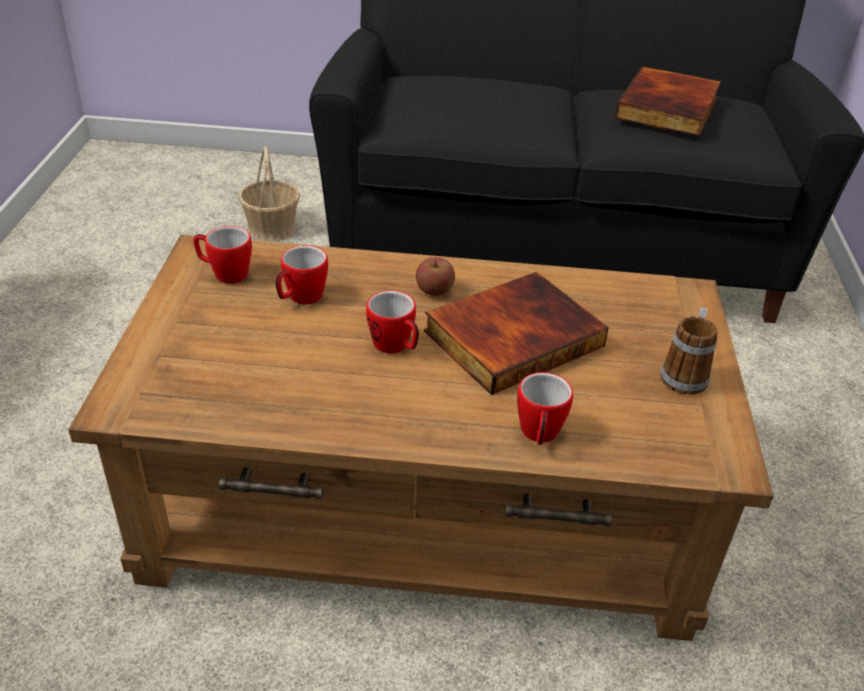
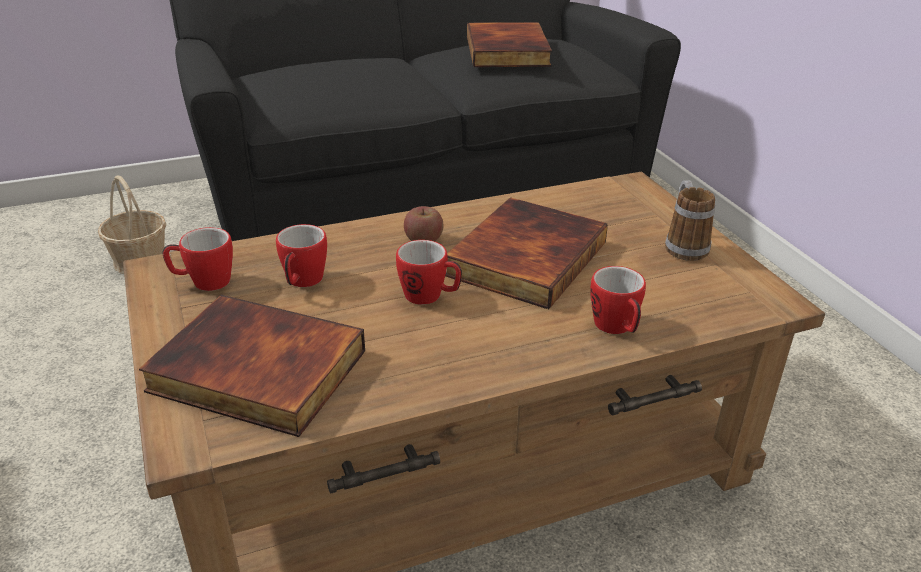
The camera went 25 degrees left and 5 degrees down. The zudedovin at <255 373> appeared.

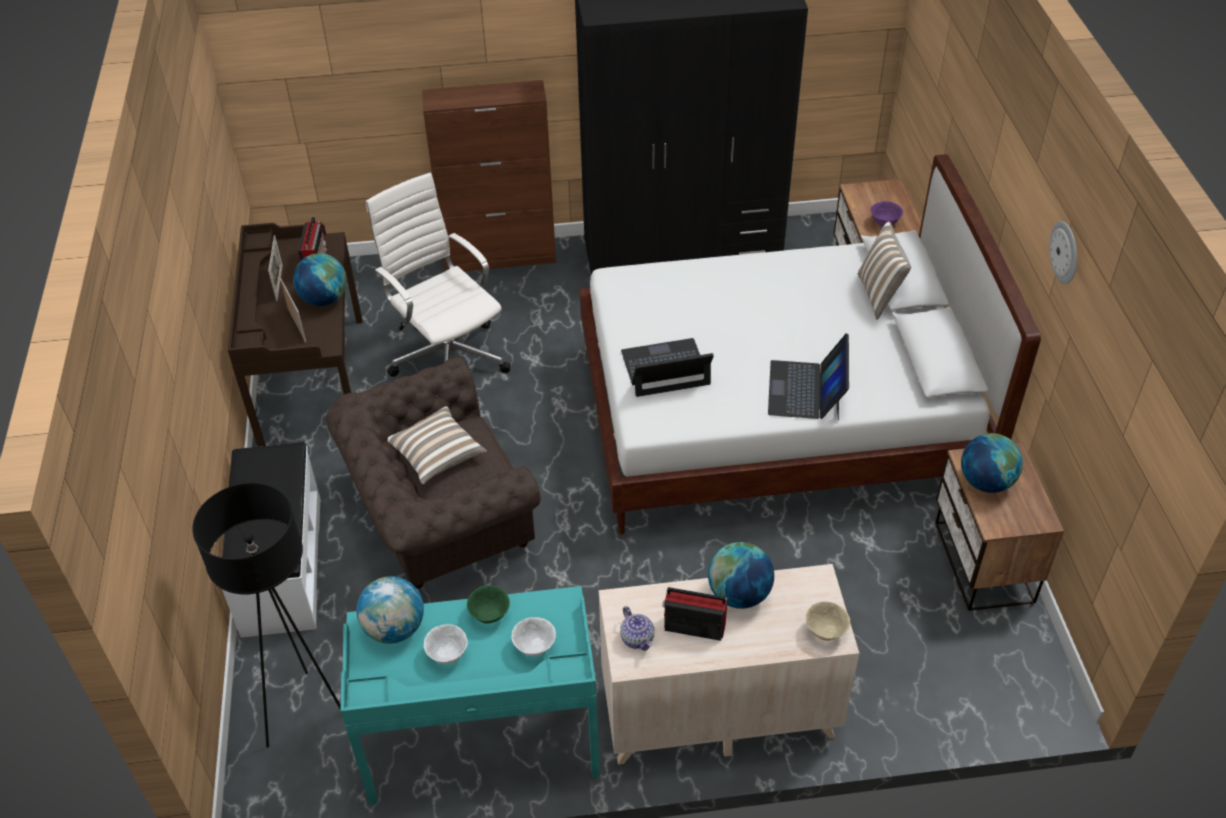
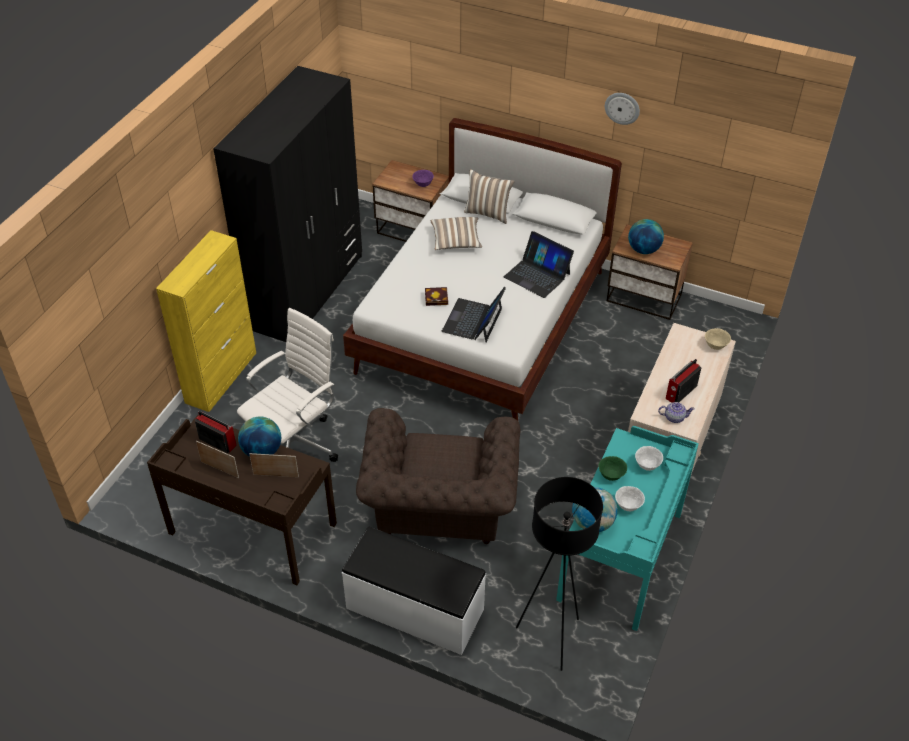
The camera went 60 degrees left and 0 degrees up. The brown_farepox at <500 256> became the yellow_farepox at <221 377>. The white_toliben at <448 357> turned 135 degrees clockwise. The zudedovin at <437 298> appeared. The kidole moved from <437 455> to <456 241>. The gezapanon at <739 594> disappeared.

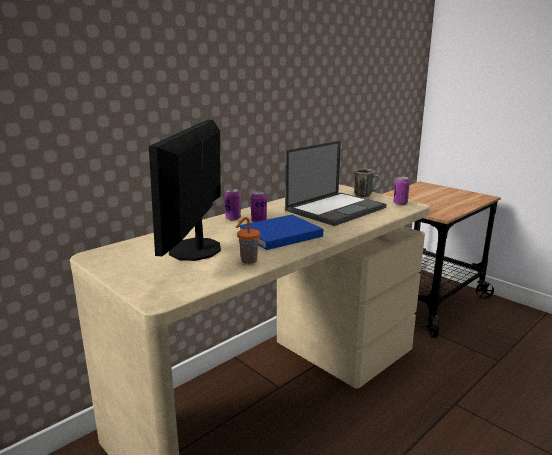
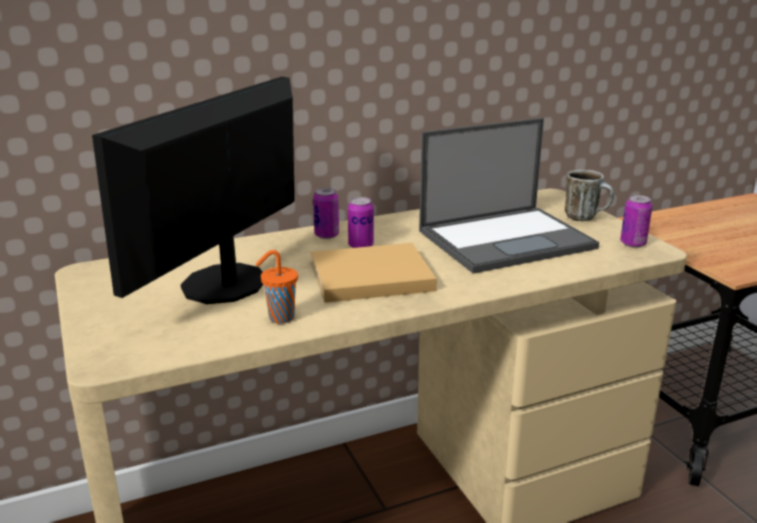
The camera went 20 degrees right and 5 degrees up. The blue_zudedovin at <278 235> became the beige_zudedovin at <367 277>.

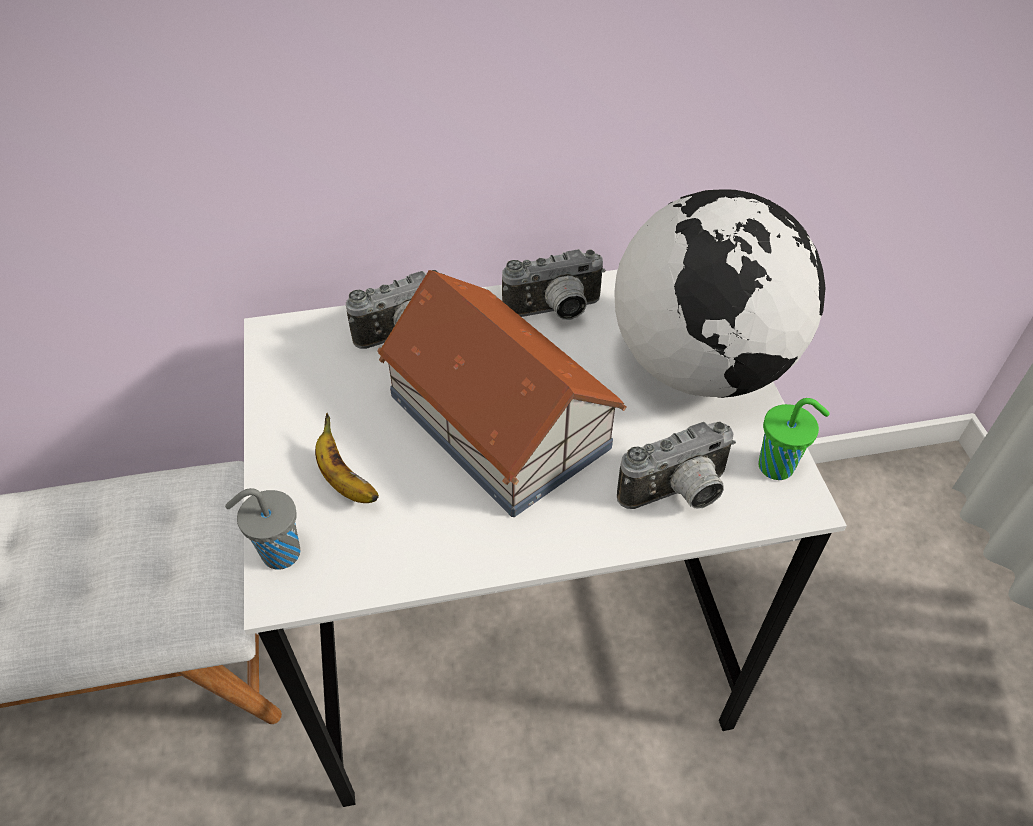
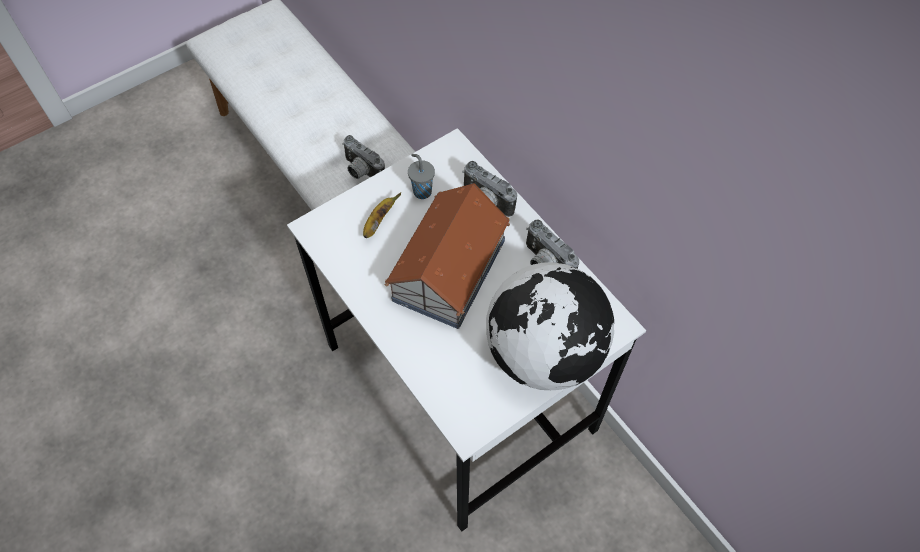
The camera went 65 degrees right and 10 degrees up. The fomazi moved from <678 494> to <361 171>. The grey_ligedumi moved from <278 554> to <421 191>. The green_ligedumi at <778 467> disappeared.

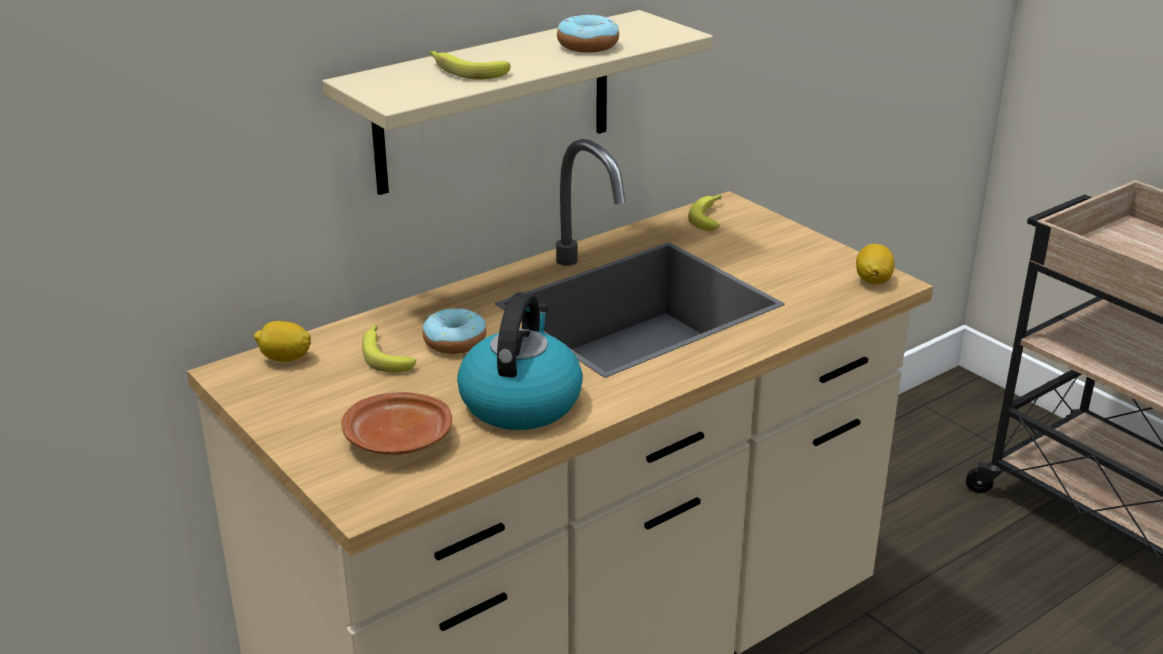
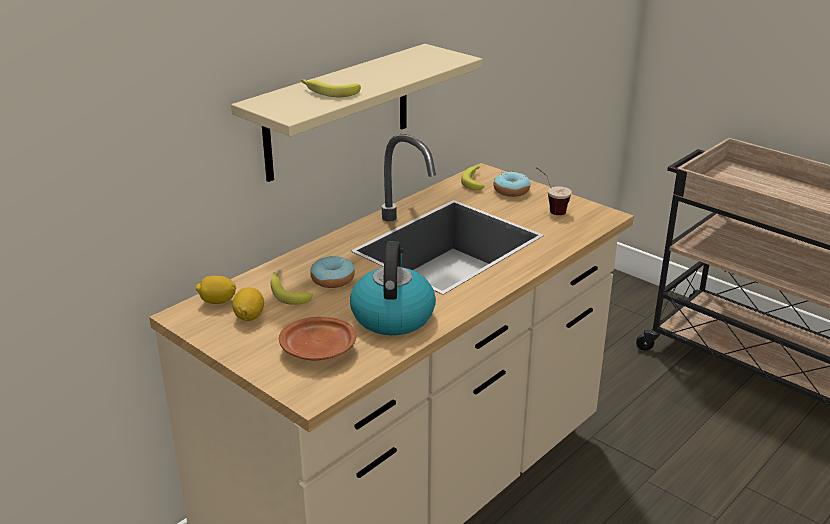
The camera went 10 degrees left and 0 degrees up. The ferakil moved from <873 280> to <249 316>. The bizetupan moved from <588 46> to <511 191>. The ligedumi at <550 209> appeared.

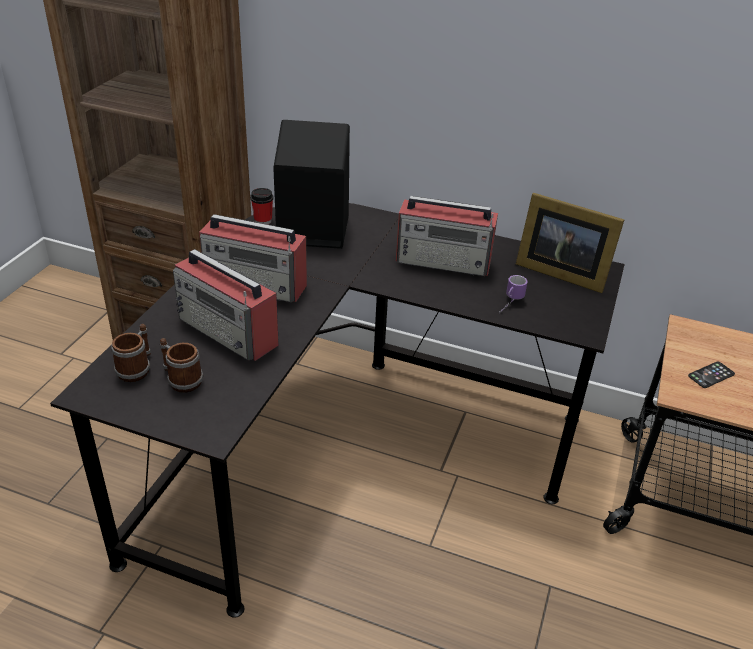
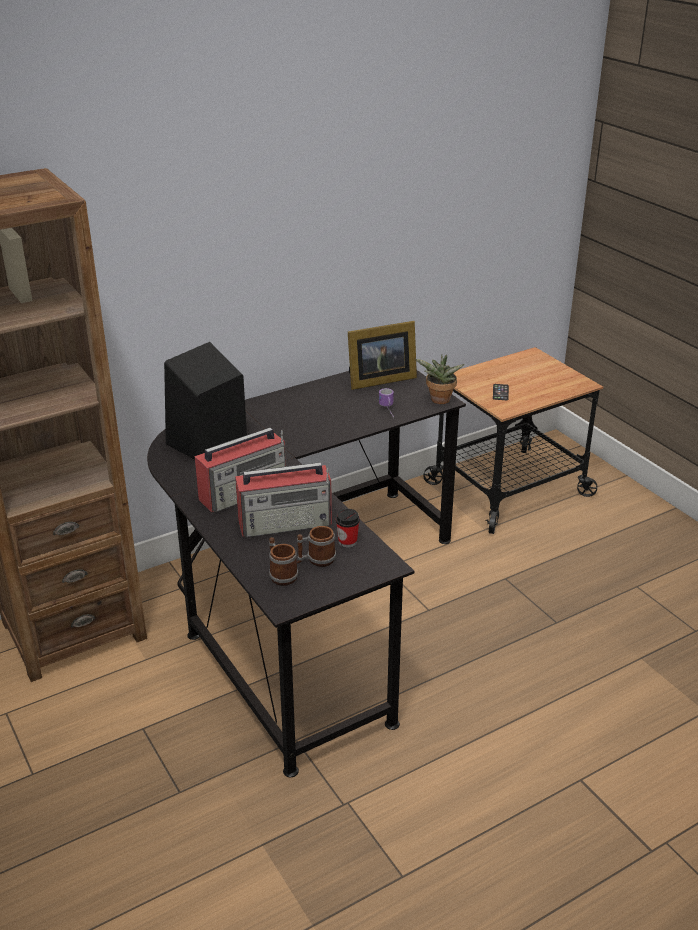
The camera went 50 degrees left and 5 degrees down. The ligedumi moved from <263 220> to <347 542>. The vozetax at <439 401> appeared. The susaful at <444 261> disappeared.

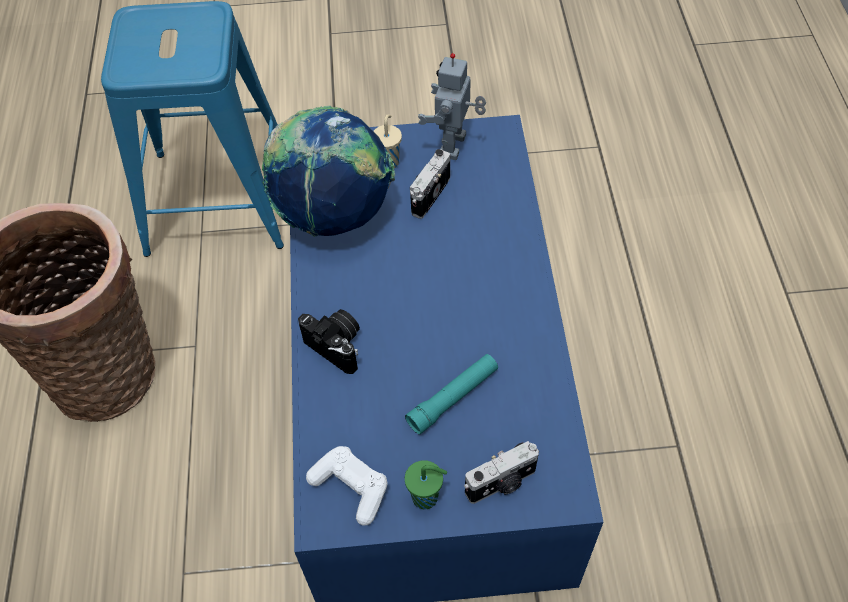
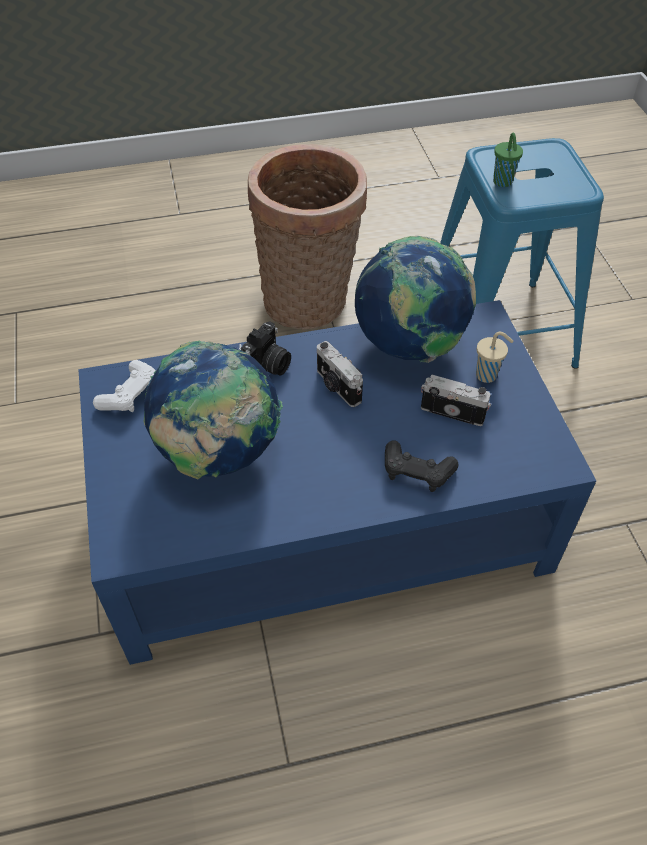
The camera went 80 degrees right and 5 degrees down. The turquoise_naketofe at <453 397> was replaced by the gezapanon at <218 454>. The fomazi moved from <502 483> to <337 387>. The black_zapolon at <417 472> appeared. The green_ligedumi moved from <427 497> to <503 182>. The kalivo at <454 146> disappeared.

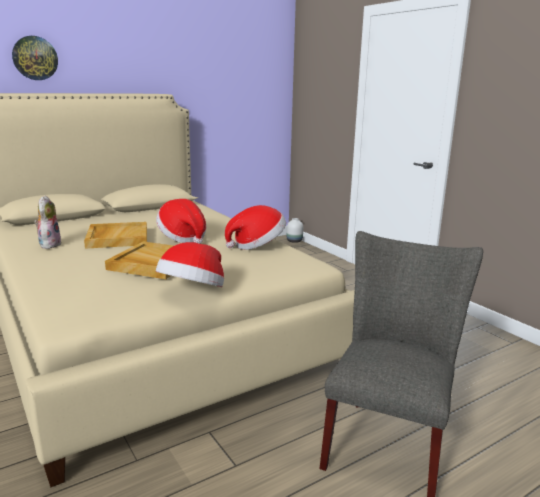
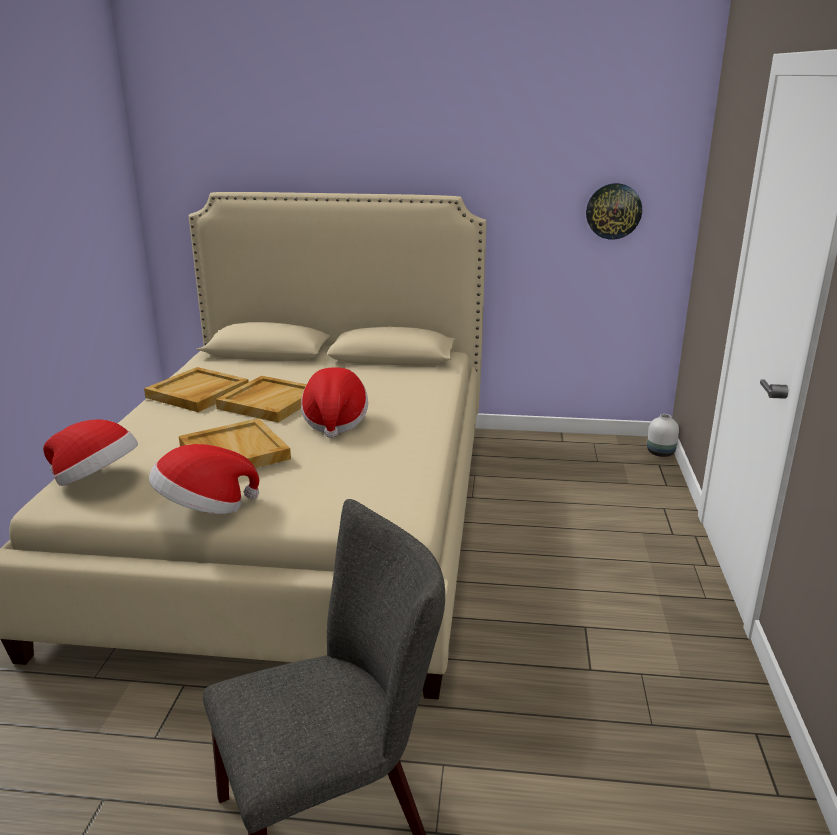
The camera went 40 degrees right and 5 degrees up. The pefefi moved from <257 245> to <97 480>. The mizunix at <49 244> was replaced by the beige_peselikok at <198 393>. The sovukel moved from <35 58> to <613 211>.

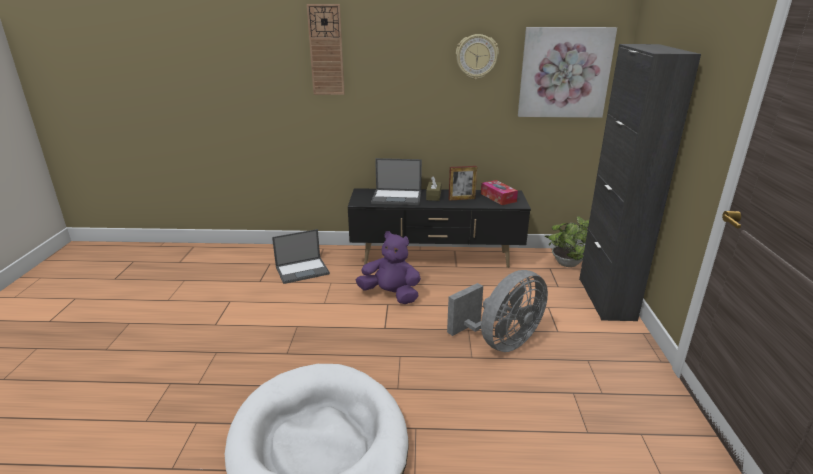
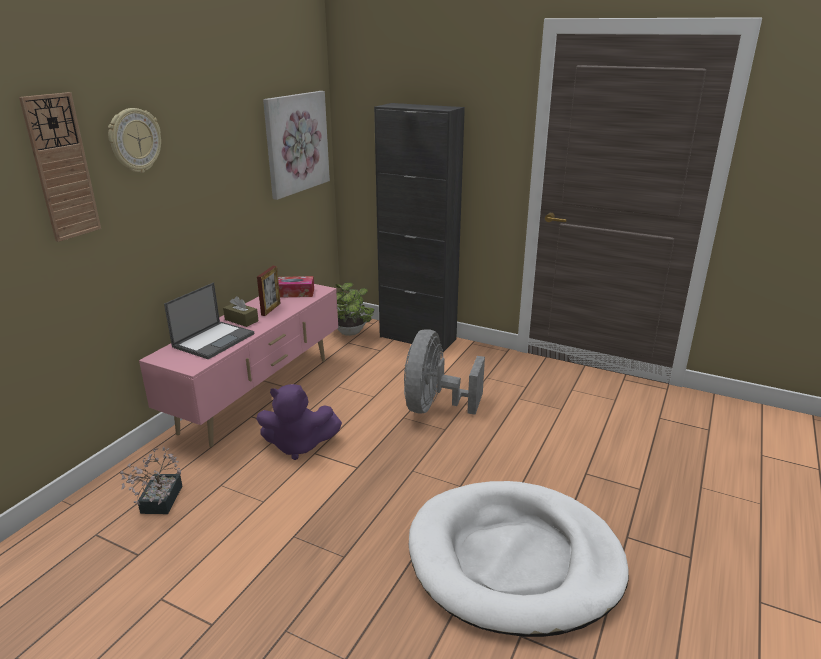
The camera went 65 degrees left and 0 degrees up. The sovukel moved from <476 56> to <134 140>. The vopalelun at <303 270> was replaced by the vozetax at <159 503>. The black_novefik at <436 259> became the pink_novefik at <259 394>. The purple_mizunix at <391 295> turned 135 degrees counterclockwise. The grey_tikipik at <500 341> turned 150 degrees counterclockwise.

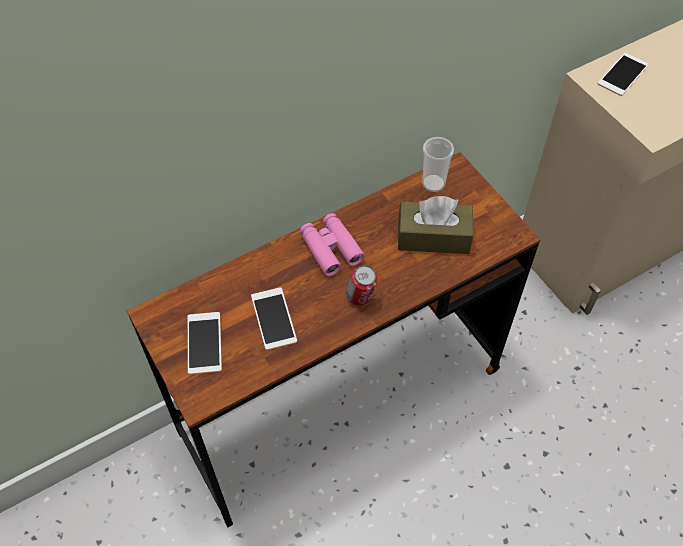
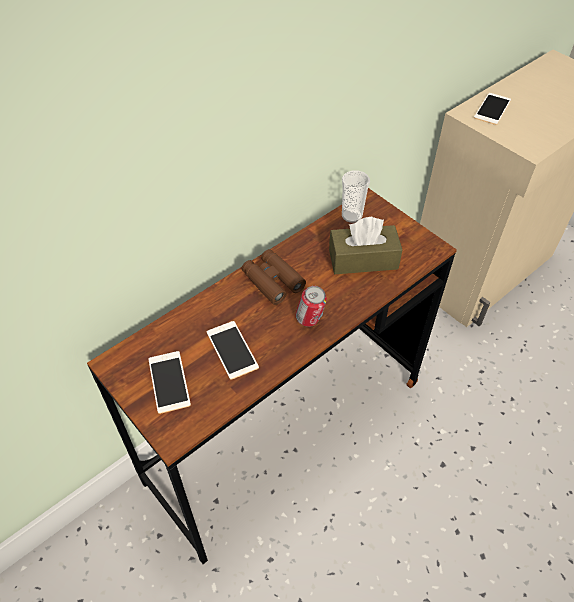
The camera went 10 degrees left and 5 degrees down. The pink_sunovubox at <331 248> became the brown_sunovubox at <272 281>.

